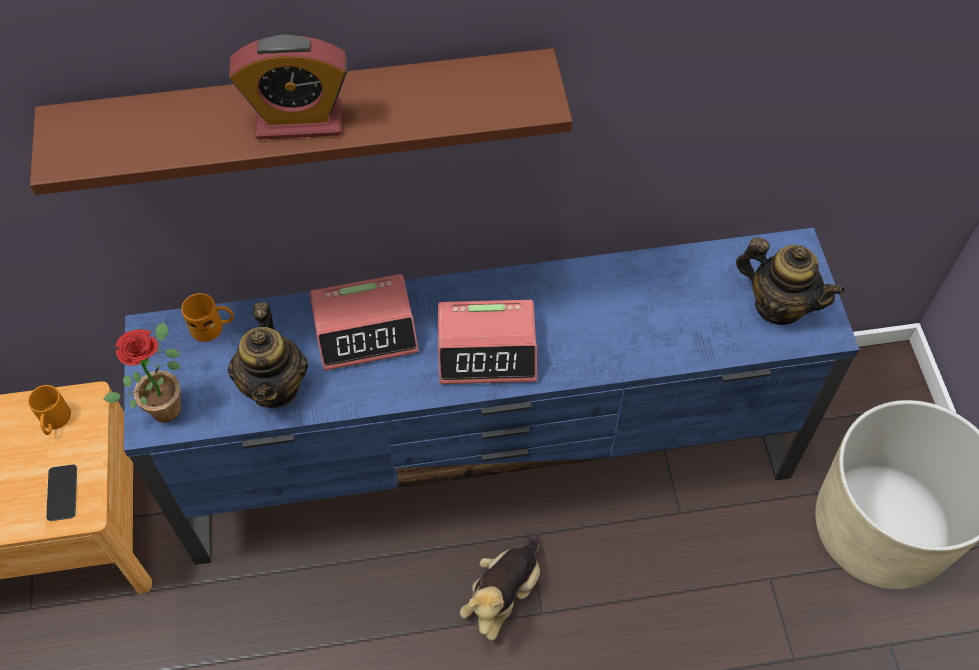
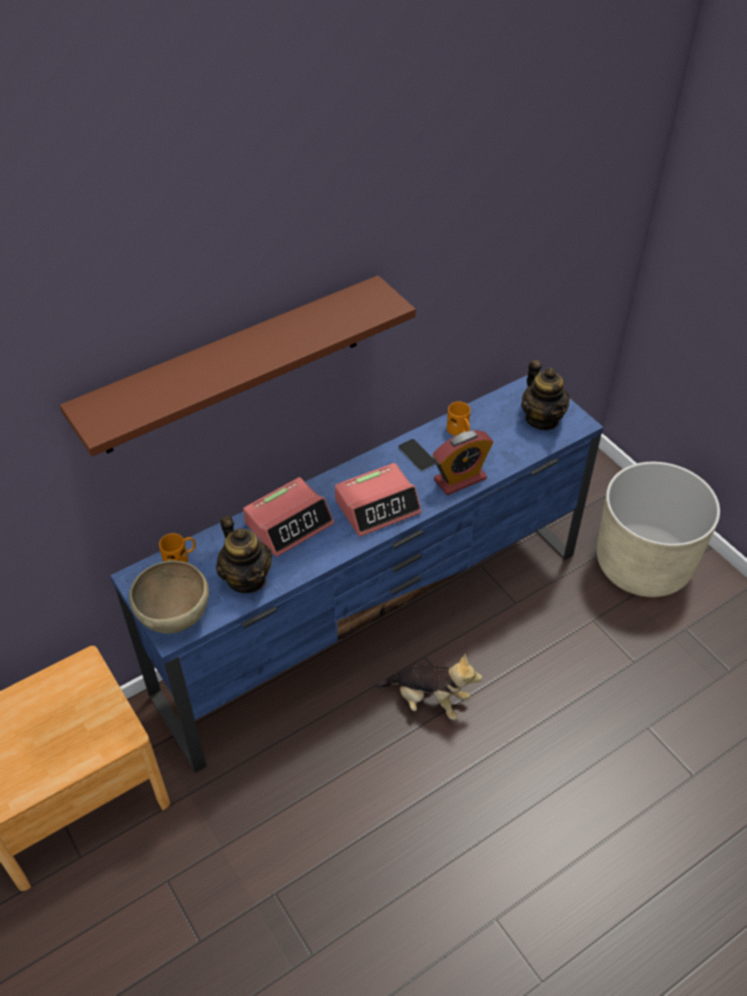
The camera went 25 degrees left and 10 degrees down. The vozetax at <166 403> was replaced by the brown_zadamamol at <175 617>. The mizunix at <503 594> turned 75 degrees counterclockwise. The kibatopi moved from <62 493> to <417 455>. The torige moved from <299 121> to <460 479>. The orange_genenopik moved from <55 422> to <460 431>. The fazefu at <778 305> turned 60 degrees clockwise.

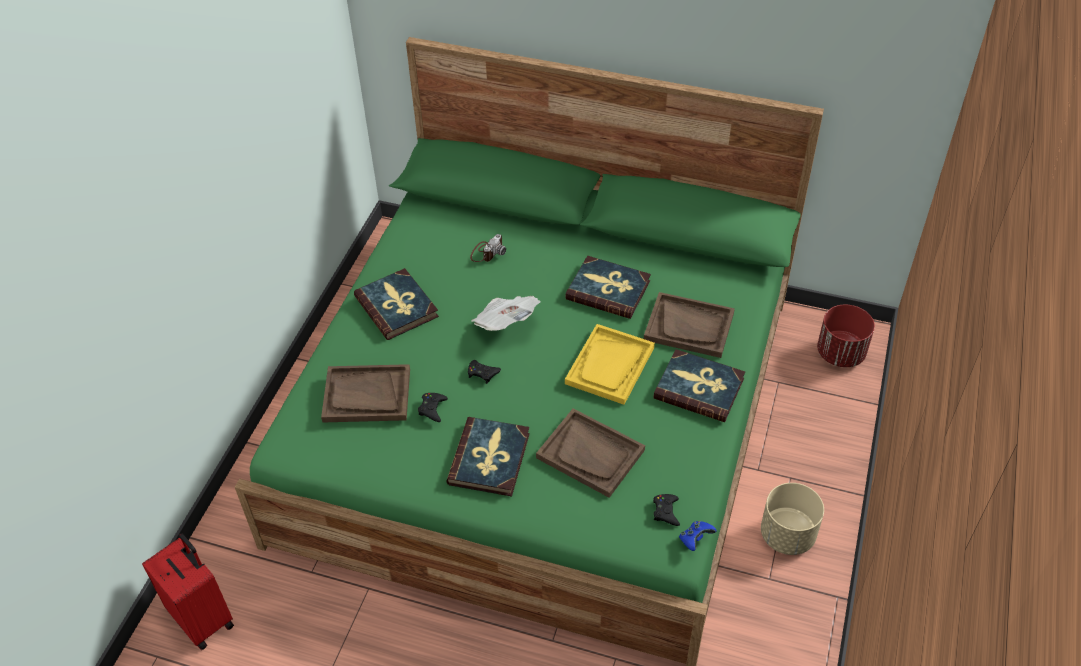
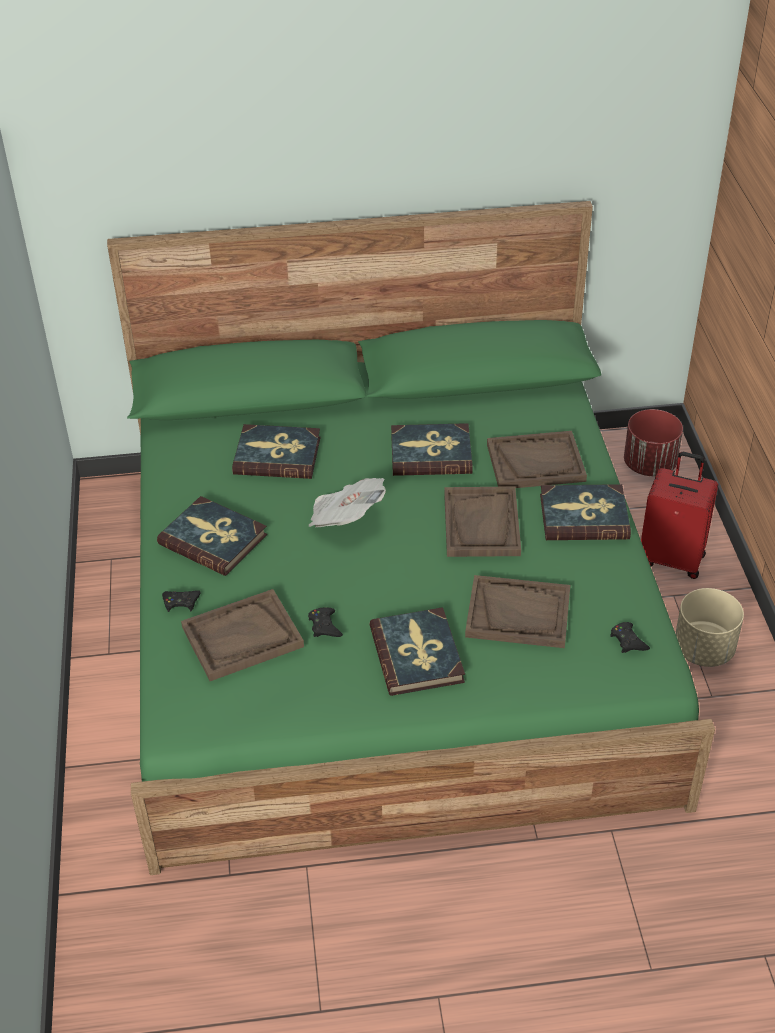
The camera went 25 degrees left and 5 degrees down. The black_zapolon moved from <482 373> to <181 602>. The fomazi at <487 252> was replaced by the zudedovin at <277 455>. The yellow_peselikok at <610 366> became the brown_peselikok at <481 524>. The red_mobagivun moved from <204 618> to <672 558>. The blue_zapolon at <695 539> disappeared.

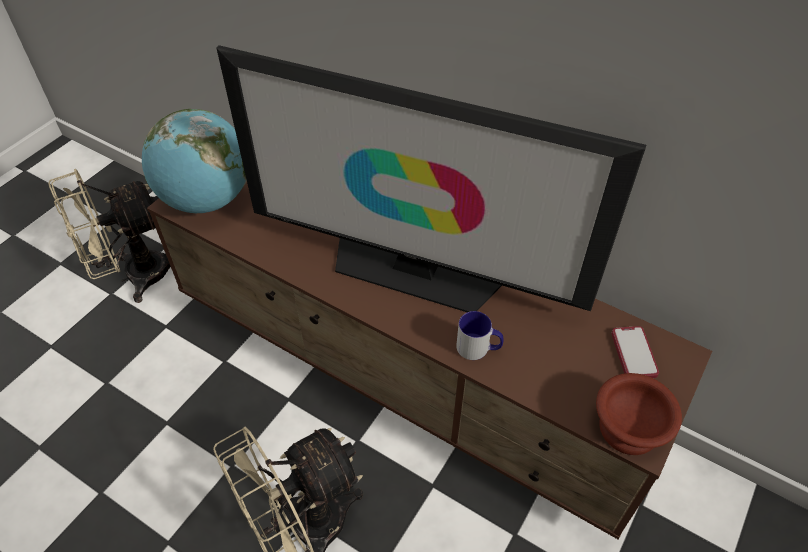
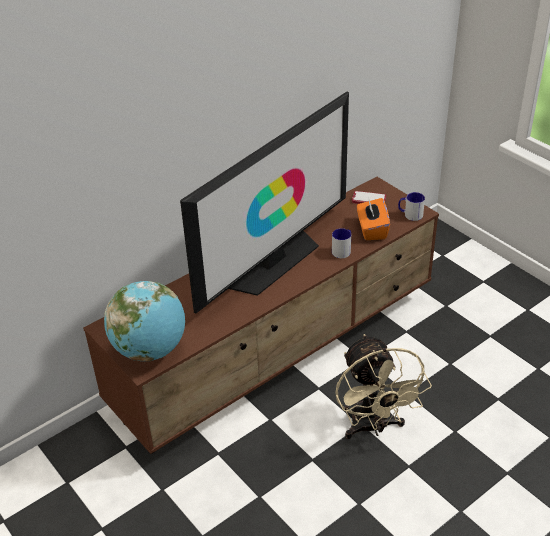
The camera went 70 degrees left and 10 degrees down. The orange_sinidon at <372 230> appeared. The brown_zadamamol at <626 427> was replaced by the genenopik at <410 214>. The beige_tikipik at <135 276> disappeared.

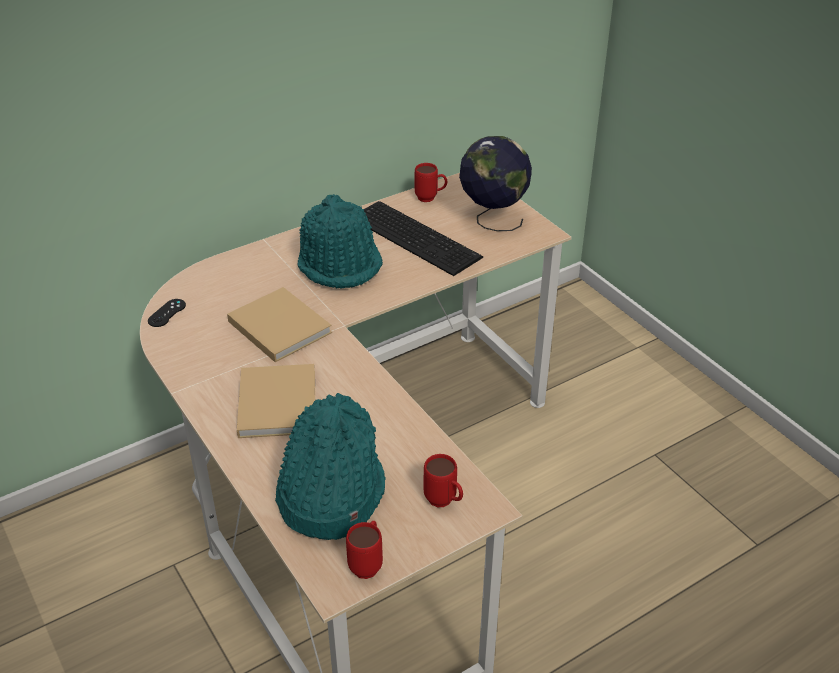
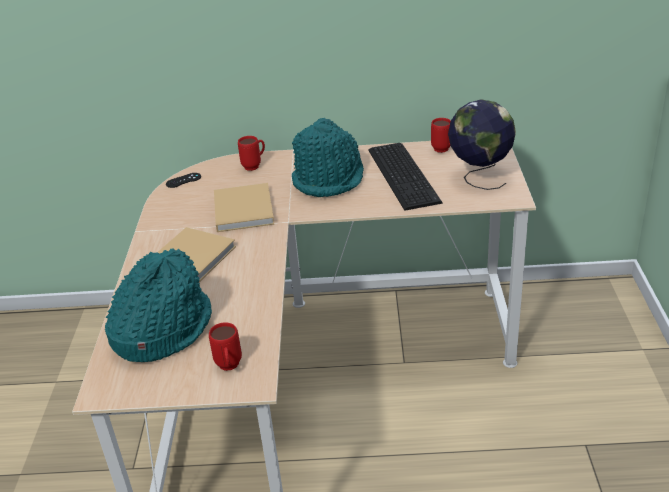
The camera went 35 degrees right and 5 degrees down. The red_genenopik moved from <368 563> to <255 166>.

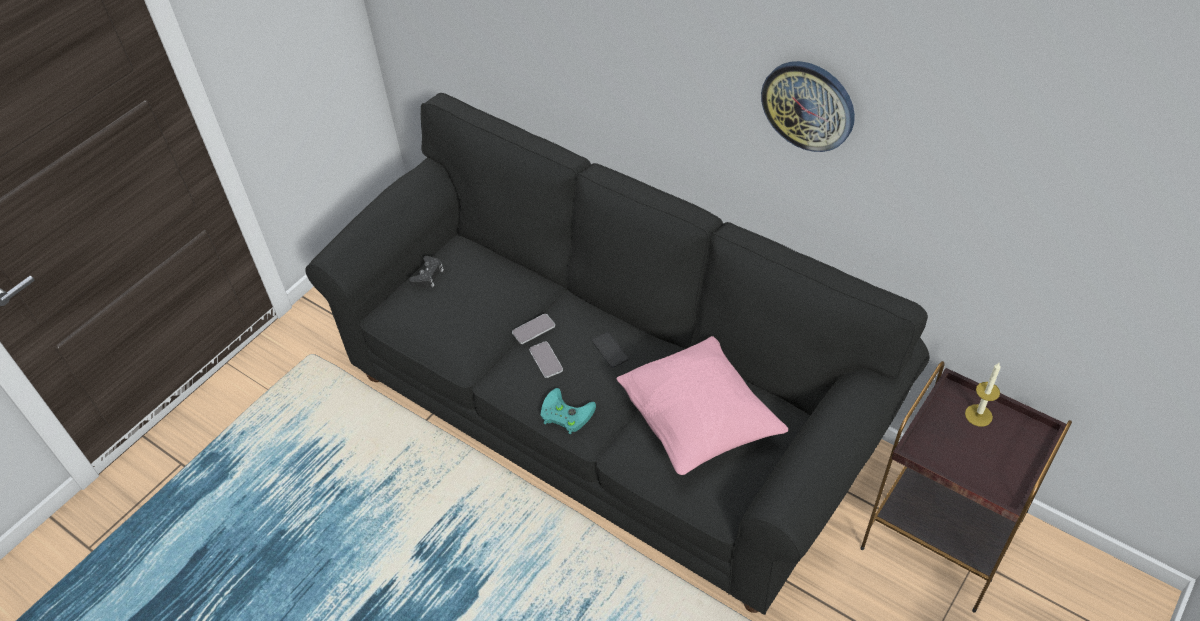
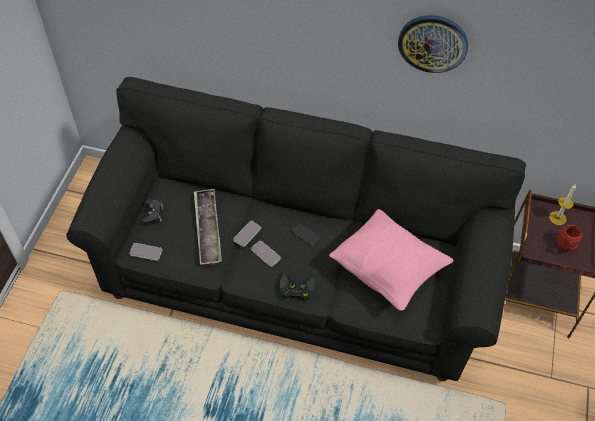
The camera went 25 degrees left and 5 degrees up. The kibatopi at <146 252> appeared. The peselikok at <207 229> appeared. The turquoise_zapolon at <564 414> became the black_zapolon at <295 289>. The red_genenopik at <565 247> appeared.

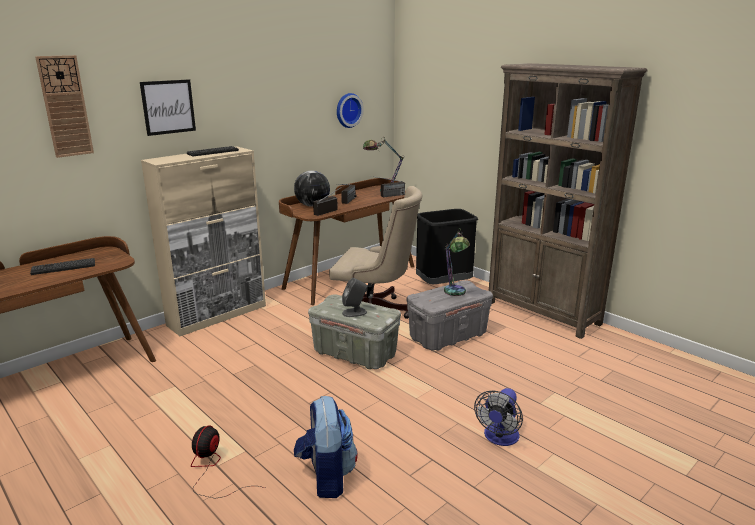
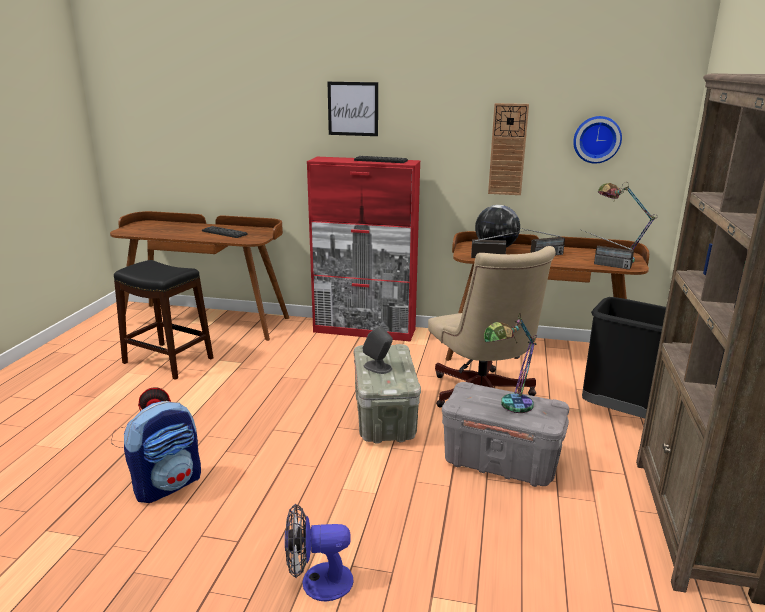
The camera went 55 degrees right and 0 degrees up. The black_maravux at <168 361> appeared. The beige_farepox at <218 315> became the red_farepox at <365 330>. The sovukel moved from <65 106> to <508 150>.

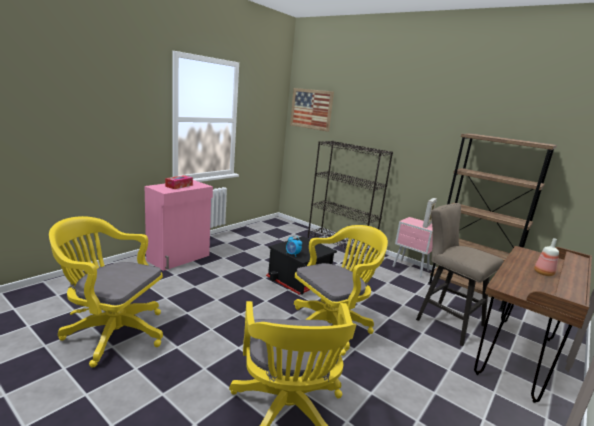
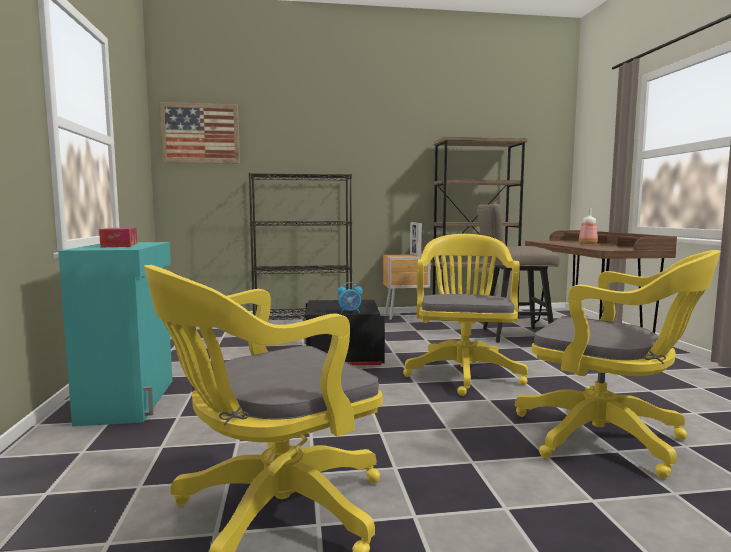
The camera went 45 degrees left and 10 degrees down. The pink_farepox at <179 258> became the turquoise_farepox at <130 400>. The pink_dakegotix at <411 269> became the brown_dakegotix at <406 316>.

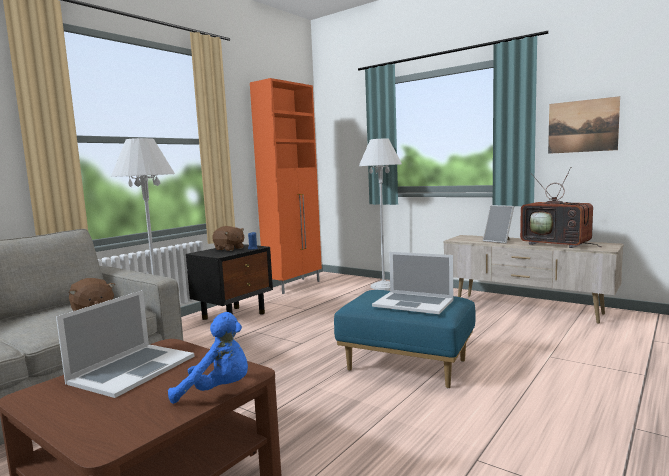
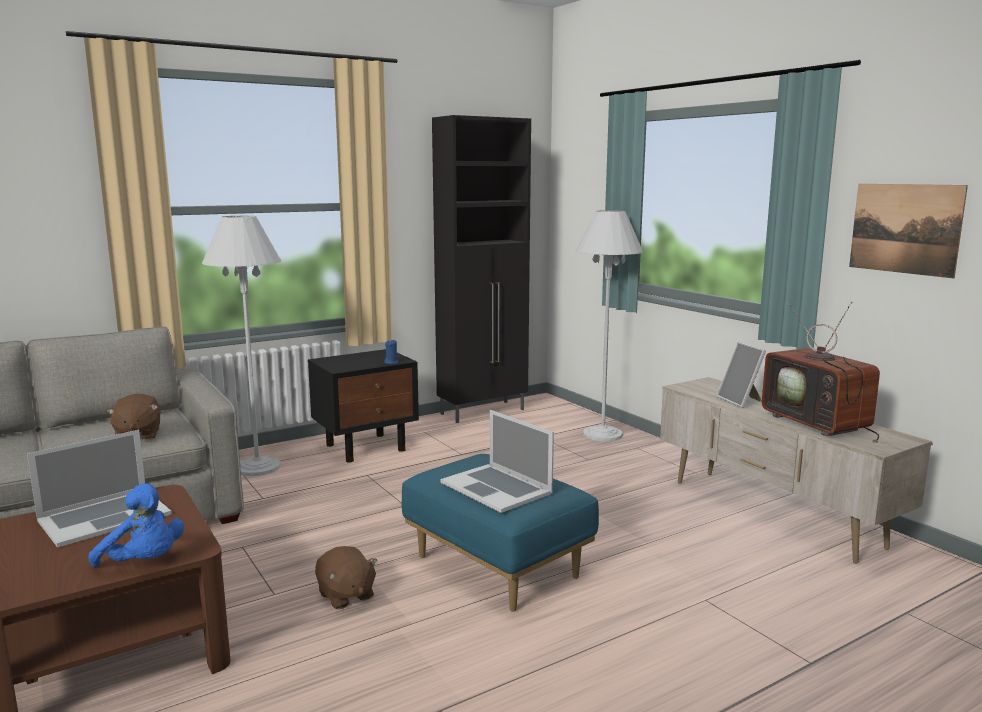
The camera went 20 degrees right and 5 degrees up. The brown_mizunix moved from <229 249> to <345 595>. The orange_farepox at <294 286> became the black_farepox at <484 412>.

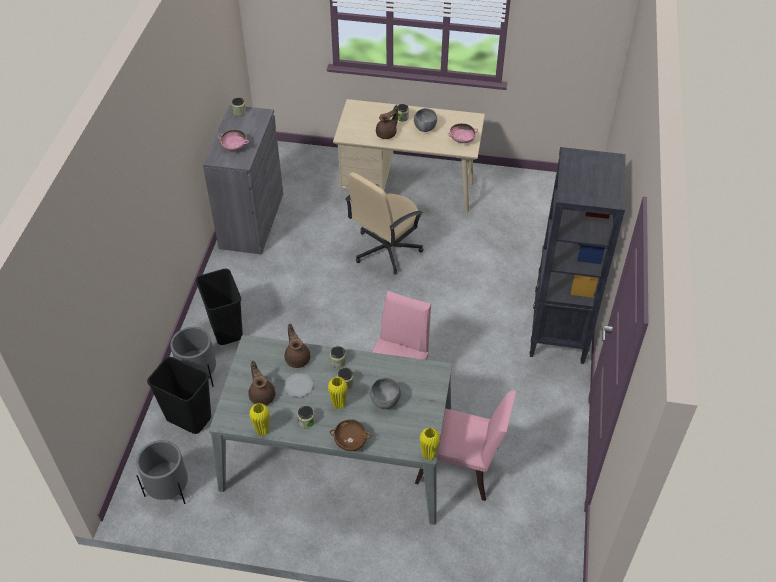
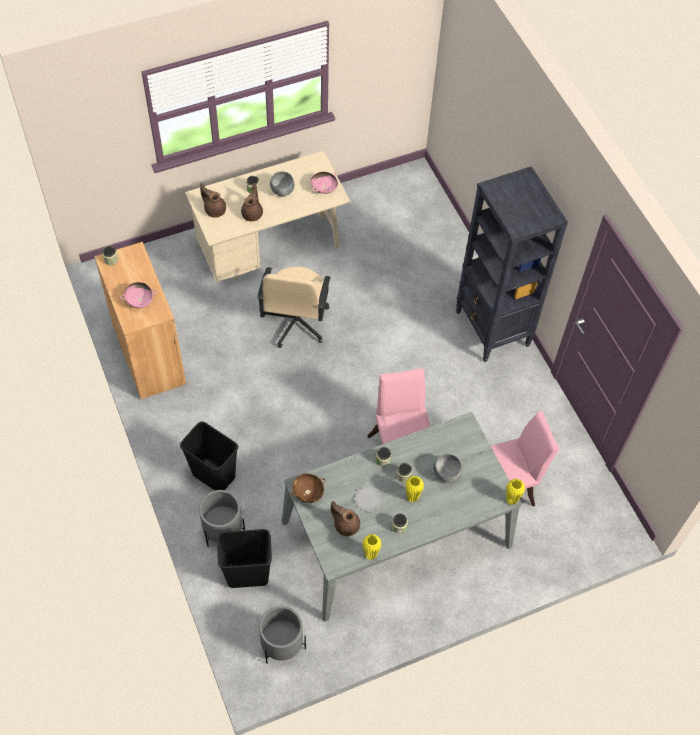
The camera went 35 degrees left and 10 degrees up. The grey_farepox at <251 221> became the brown_farepox at <149 354>. The brown_fazefu moved from <297 358> to <214 209>. The brown_zadamamol moved from <350 441> to <308 492>.

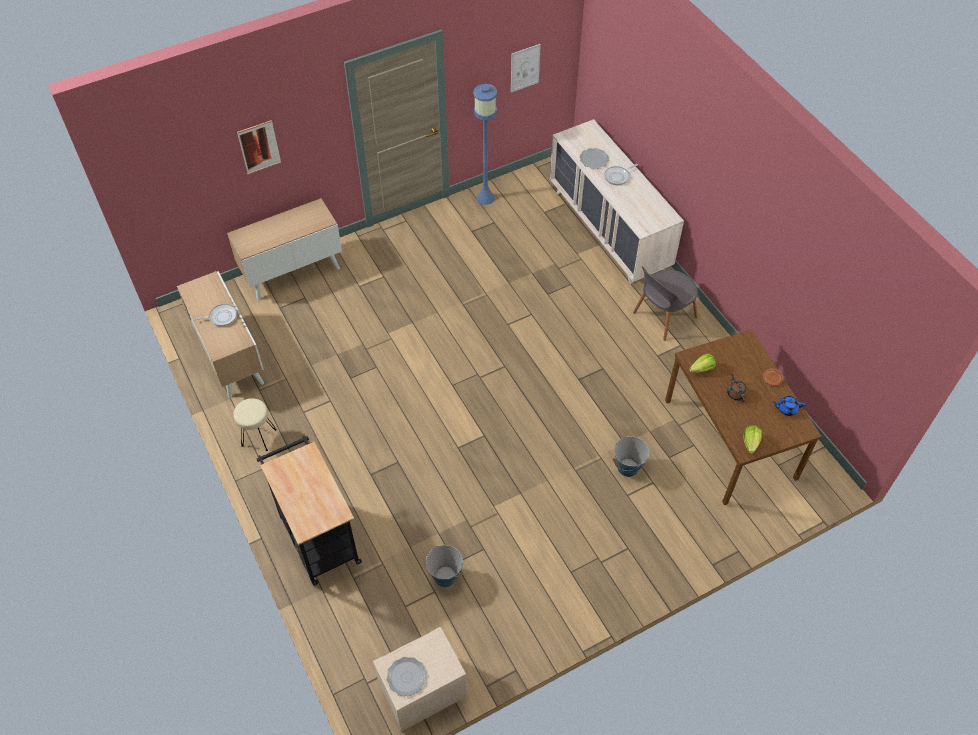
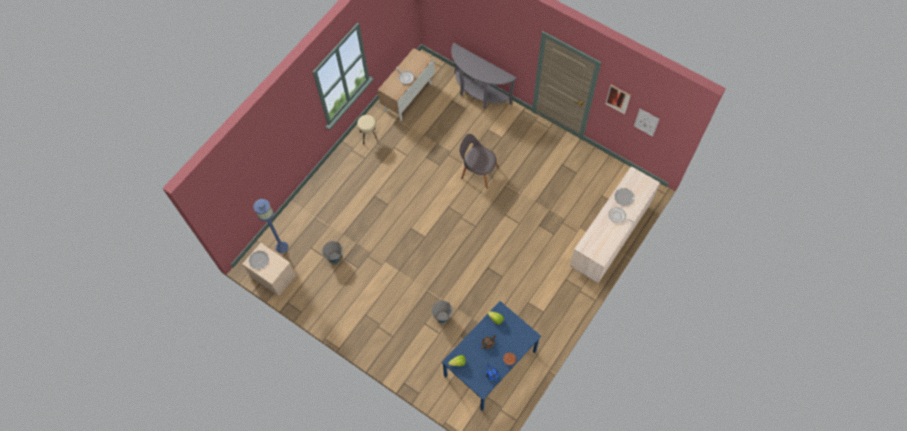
The camera went 65 degrees right and 10 degrees up. The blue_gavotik moved from <485 198> to <281 247>. The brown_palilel at <728 438> became the blue_palilel at <490 362>. The farepox at <293 272> was replaced by the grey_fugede at <478 94>. The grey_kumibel moved from <663 316> to <478 171>. The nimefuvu moved from <259 147> to <618 99>. The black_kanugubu at <317 535> disappeared.

